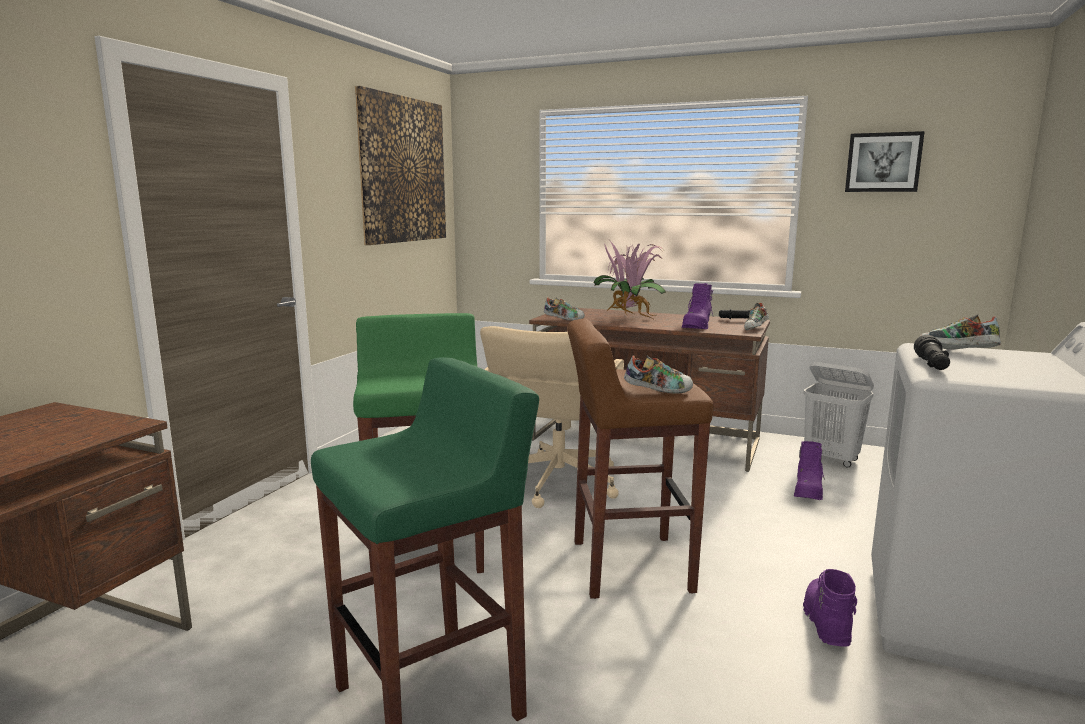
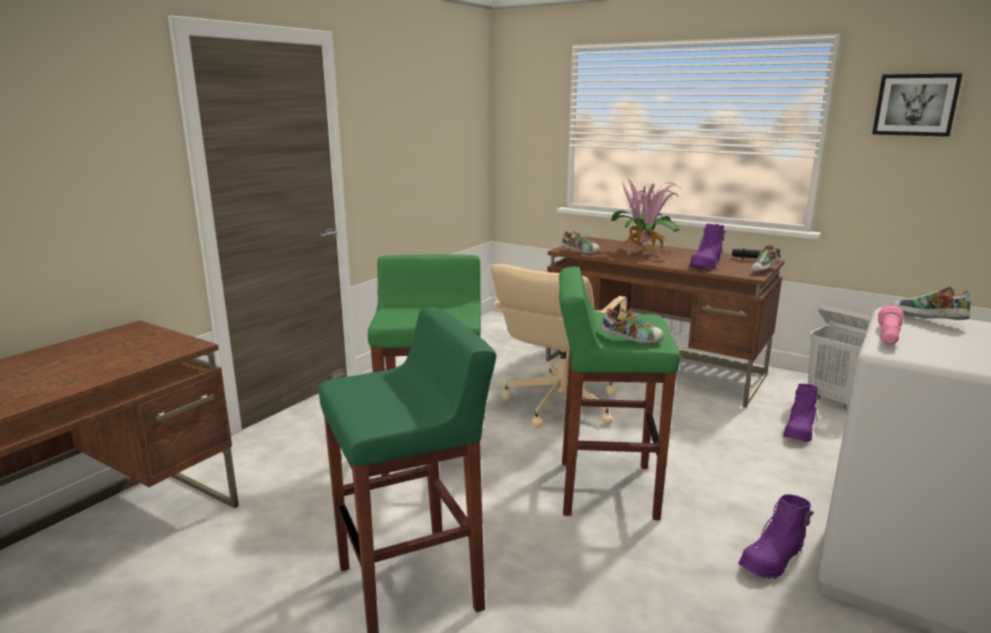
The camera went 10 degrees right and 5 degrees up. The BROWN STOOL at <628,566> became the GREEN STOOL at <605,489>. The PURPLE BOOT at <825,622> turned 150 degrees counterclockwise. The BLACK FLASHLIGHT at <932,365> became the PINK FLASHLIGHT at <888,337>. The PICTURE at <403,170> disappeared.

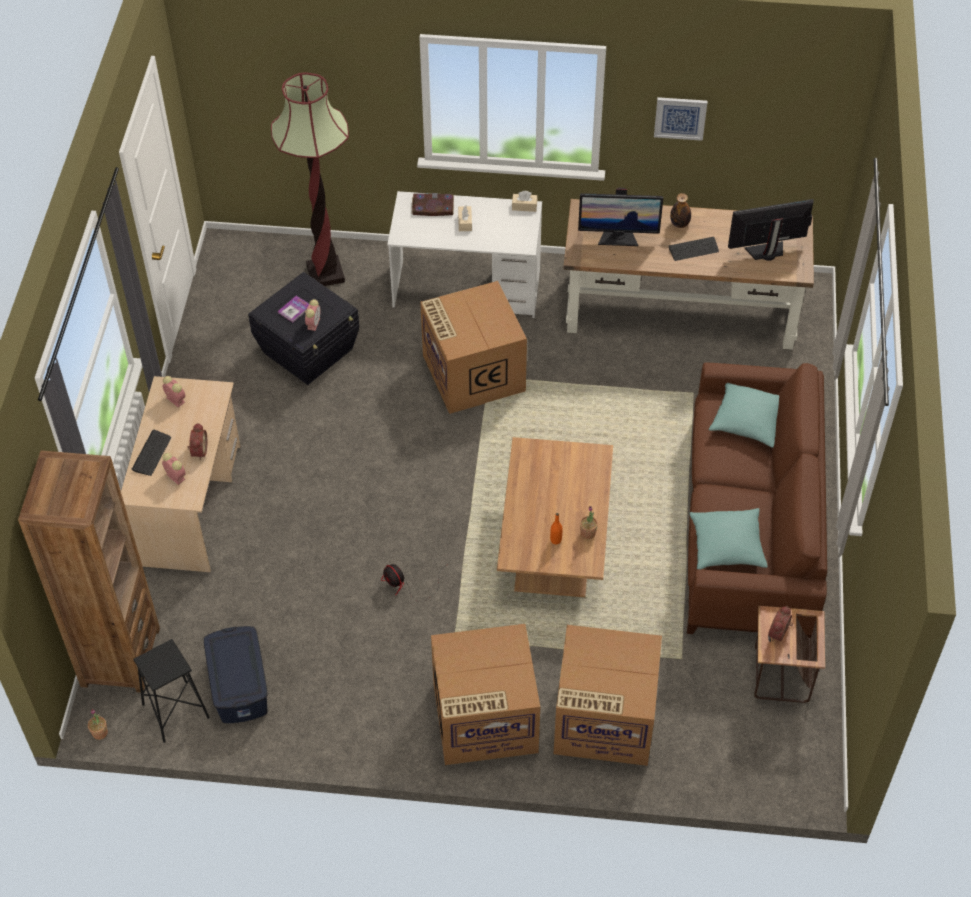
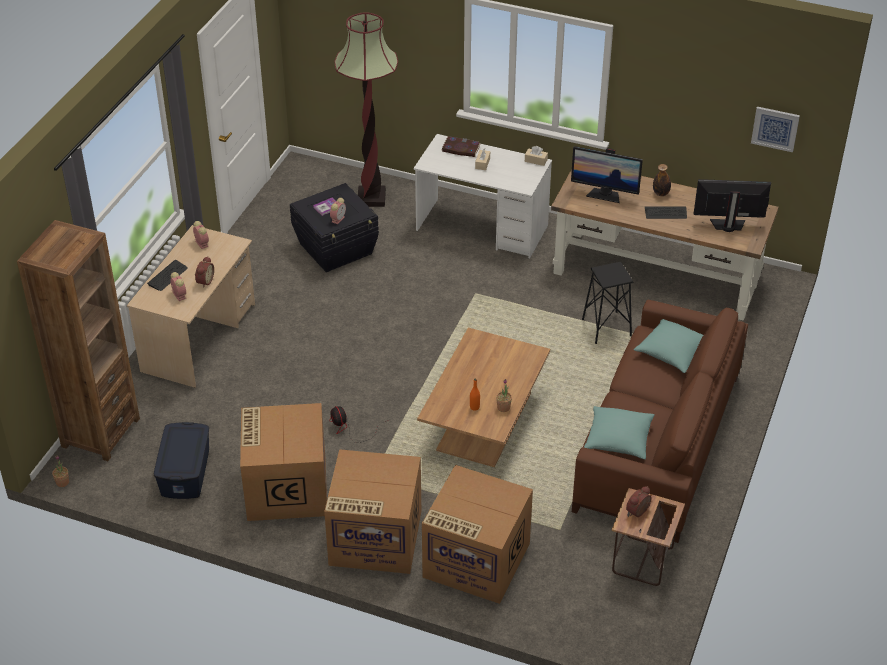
The camera went 15 degrees right and 10 degrees down. The CARDBOARD BOX moved from <472,373> to <285,487>. The BLACK STOOL moved from <175,711> to <606,328>. The PICTURE moved from <680,117> to <775,128>.

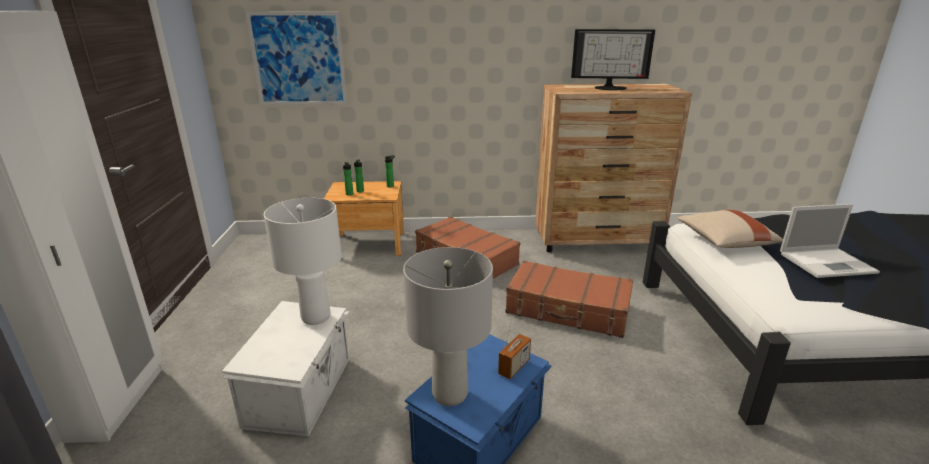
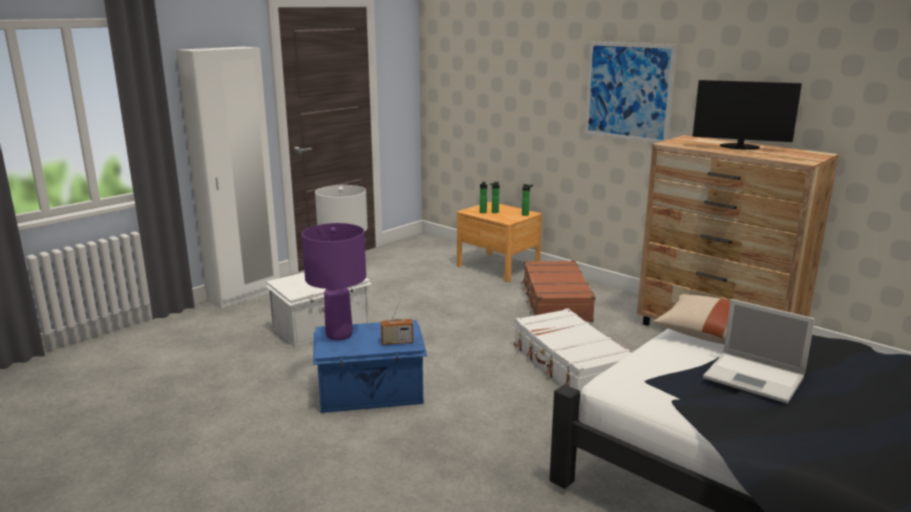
The camera went 45 degrees right and 5 degrees down. The GREY TABLE LAMP at <449,393> became the PURPLE TABLE LAMP at <339,334>. The BROWN SUITCASE at <568,310> became the WHITE SUITCASE at <570,365>. The PICTURE moved from <298,59> to <628,91>. The MONITOR at <610,88> turned 150 degrees clockwise.

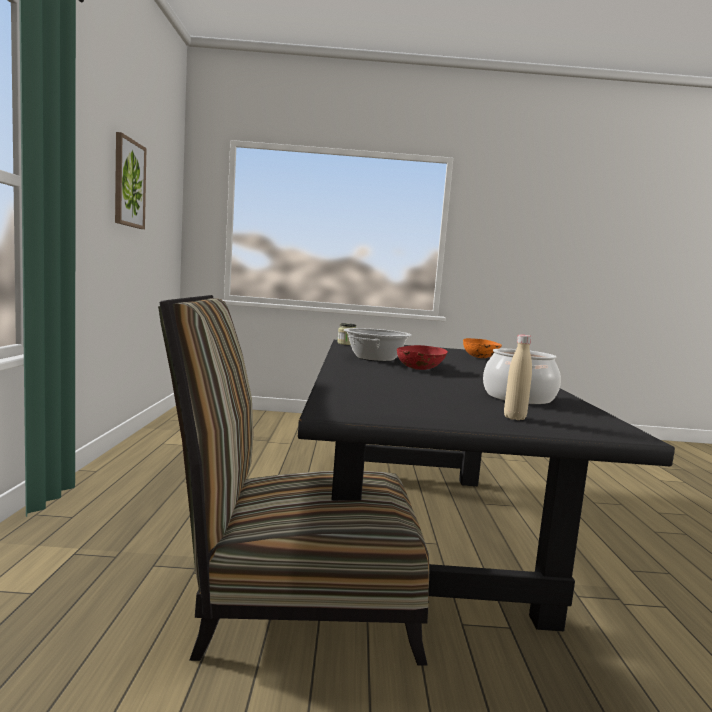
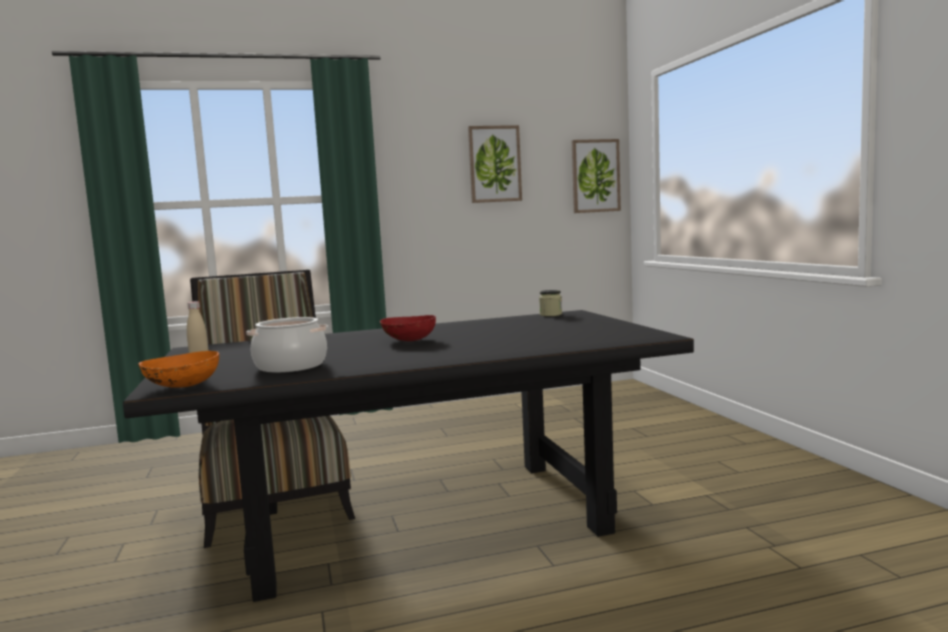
The camera went 75 degrees right and 0 degrees up. The ORANGE BOWL moved from <480,358> to <182,386>. The PICTURE at <595,176> appeared. The COOKING POT at <375,358> disappeared.

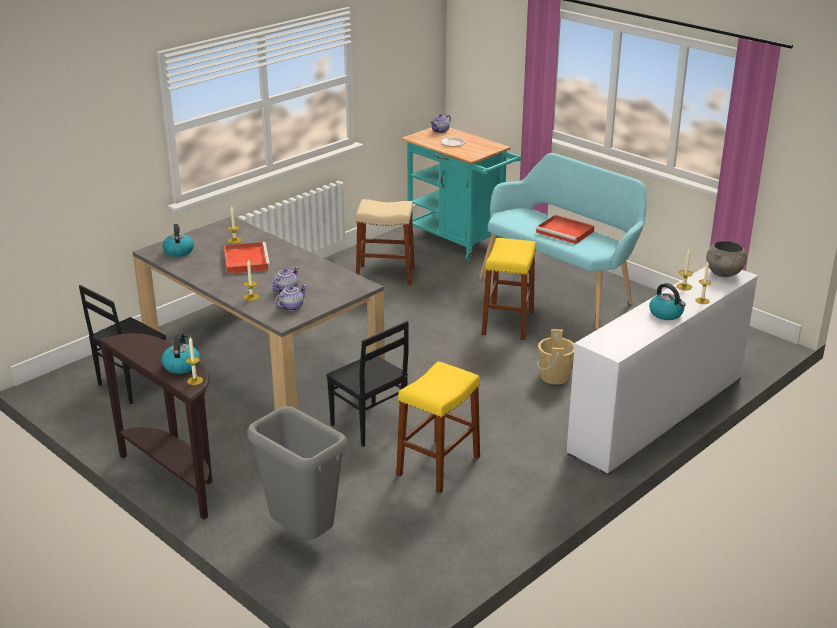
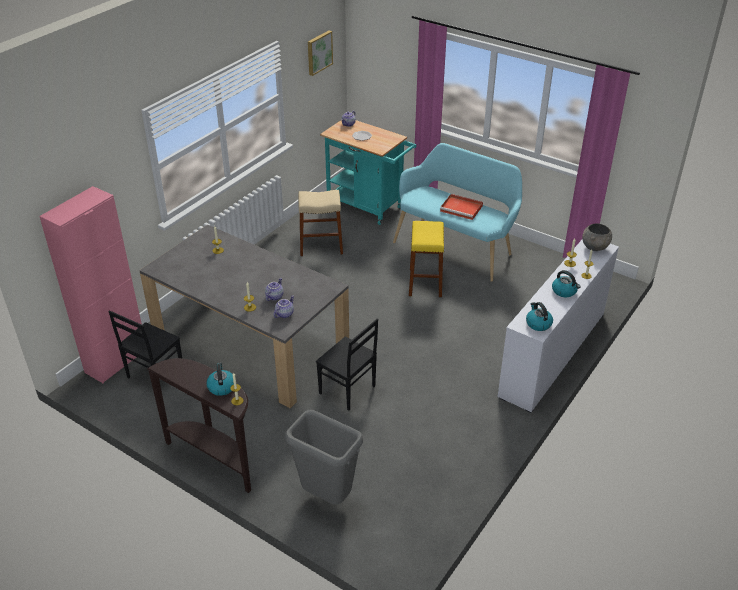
The camera went 10 degrees left and 10 degrees up. The PINK CABINET at <116,361> appeared. The PICTURE at <319,52> appeared. The KETTLE moved from <178,251> to <538,323>. The RED TRAY at <245,260> disappeared. The YELLOW STOOL at <438,466> disappeared. The BEIGE BUCKET at <554,376> disappeared.

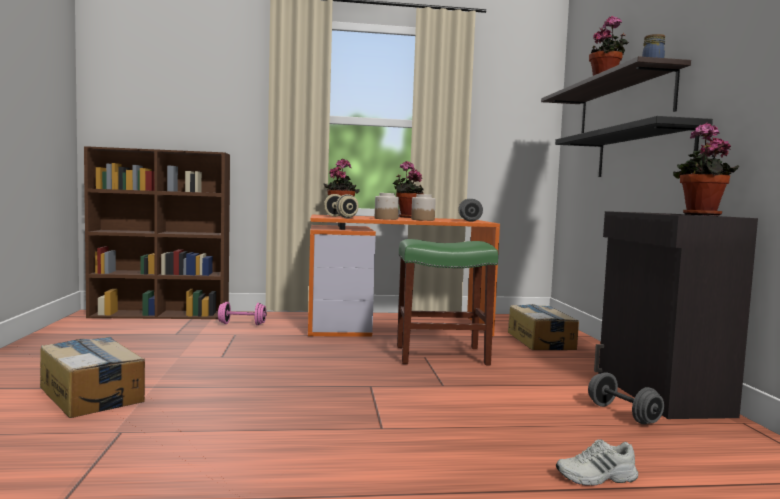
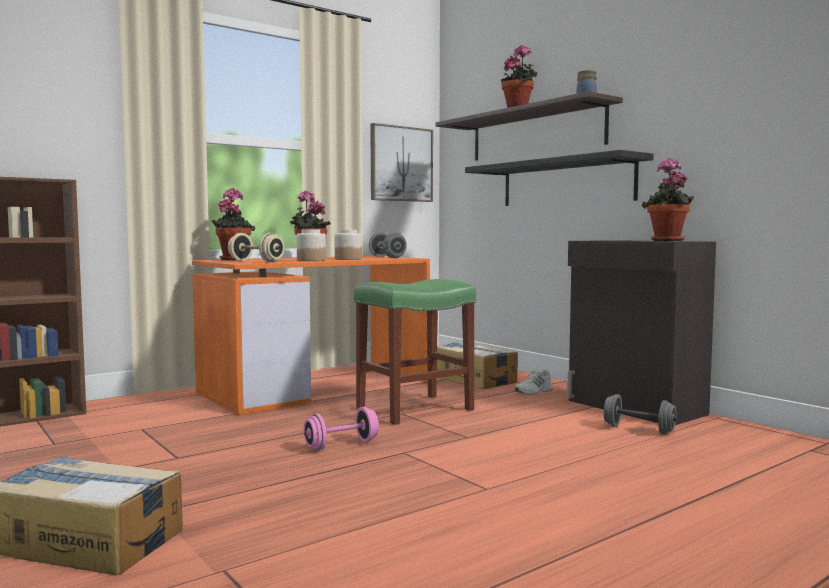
The camera went 30 degrees left and 0 degrees up. The PINK DUMBBELL moved from <242,324> to <341,445>. The PICTURE at <401,164> appeared. The WHITE SHOE moved from <597,478> to <534,392>.

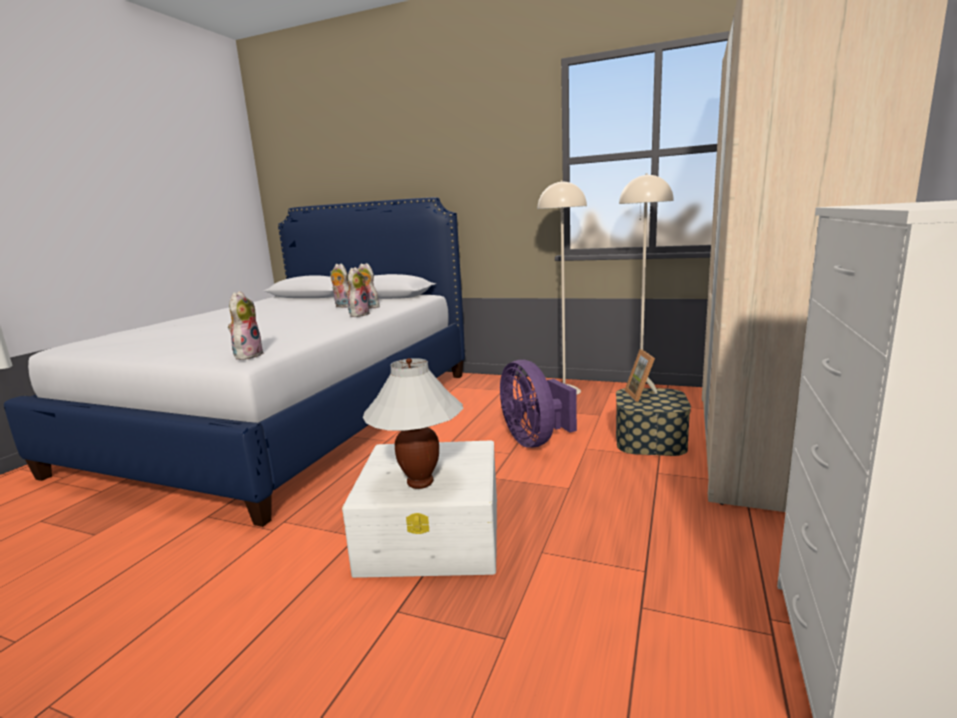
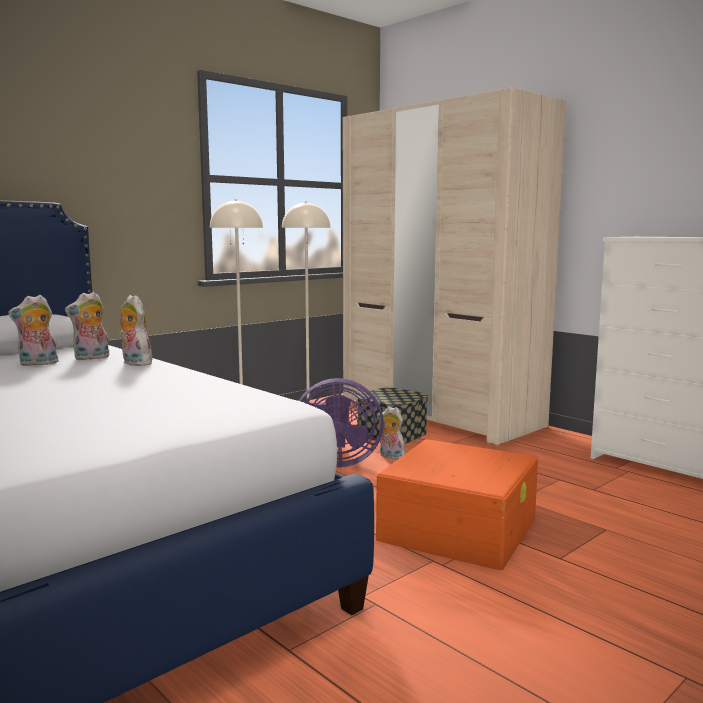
The camera went 65 degrees left and 5 degrees down. The WHITE STORAGE BOX at <433,533> became the ORANGE STORAGE BOX at <459,528>. The PLUSH TOY moved from <248,355> to <390,456>. The WHITE TABLE LAMP at <420,483> disappeared. The PICTURE FRAME at <642,395> disappeared.

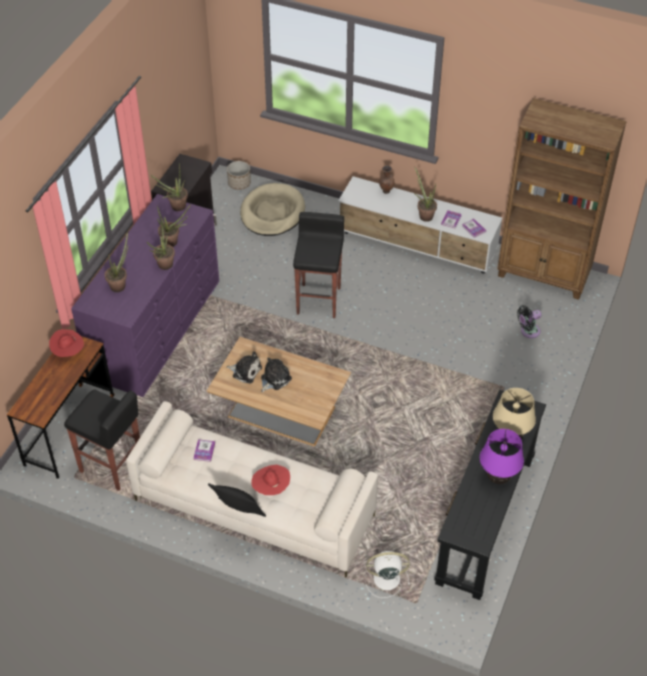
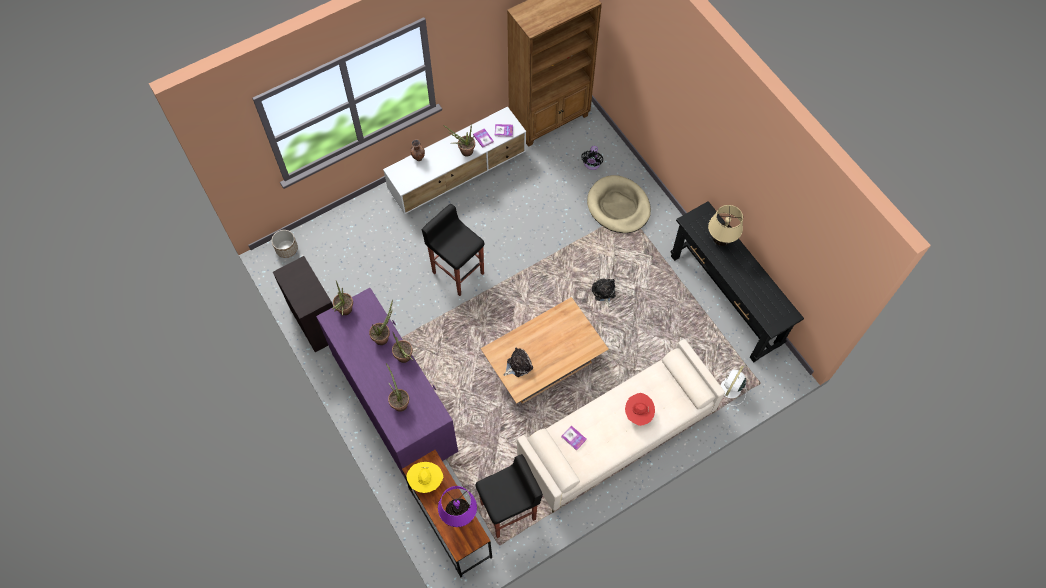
The camera went 55 degrees left and 15 degrees up. The RED HAT at <68,353> became the YELLOW HAT at <426,480>. The PURPLE TABLE LAMP moved from <497,478> to <458,514>. The BEIGE DOG BED moved from <272,213> to <618,206>. The PLUSH TOY moved from <274,379> to <603,293>. The BLACK PILLOW at <239,512> disappeared.

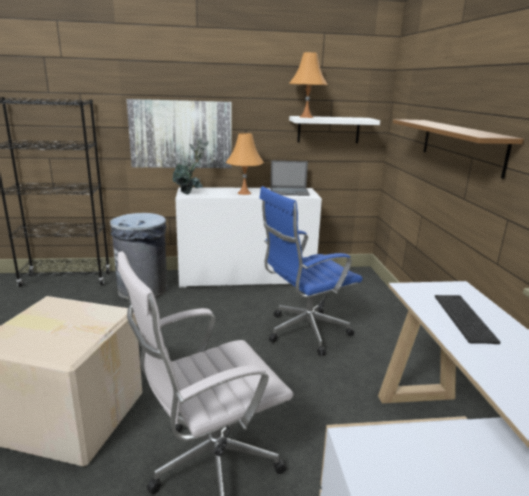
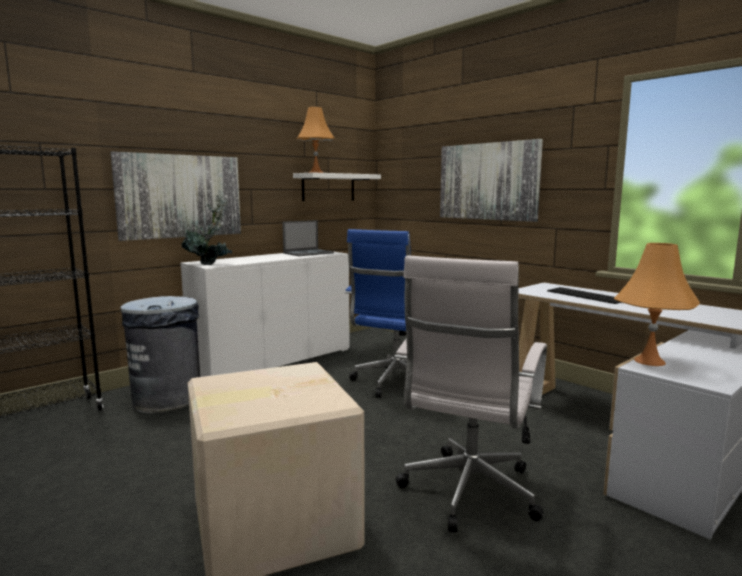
The camera went 35 degrees left and 10 degrees down. The SHELF at <461,145> was replaced by the PICTURE at <488,181>. The ORANGE TABLE LAMP moved from <244,193> to <650,361>.

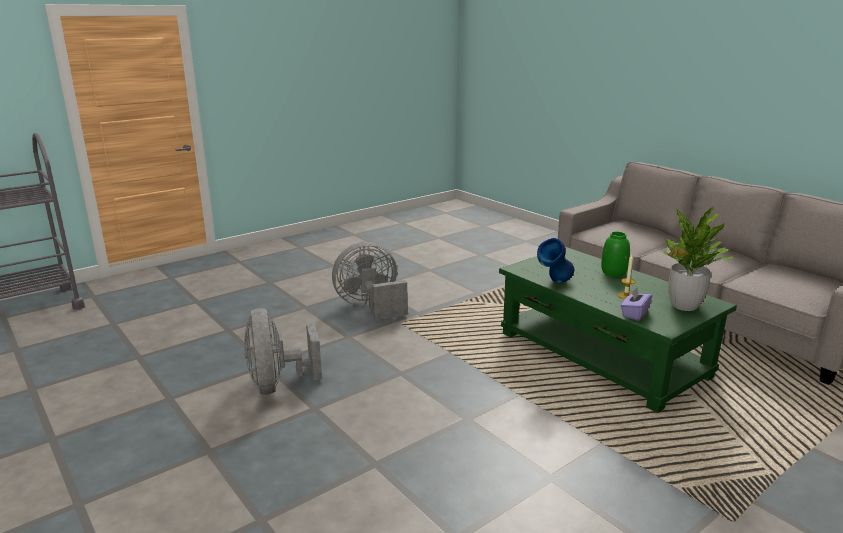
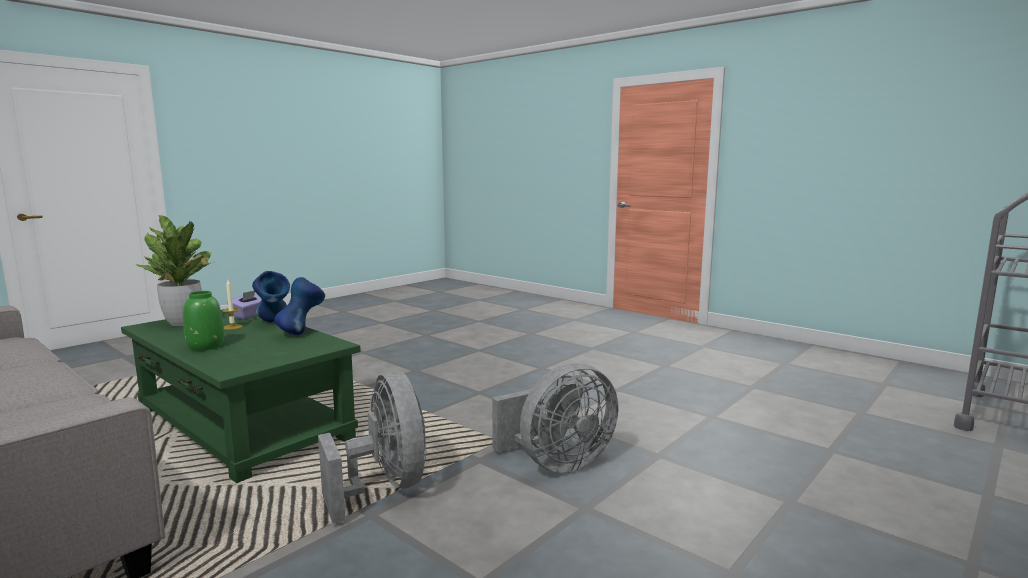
The camera went 170 degrees right and 10 degrees down. The BLUE VASE at <274,323> appeared. The GREY FAN moved from <278,384> to <385,487>.

